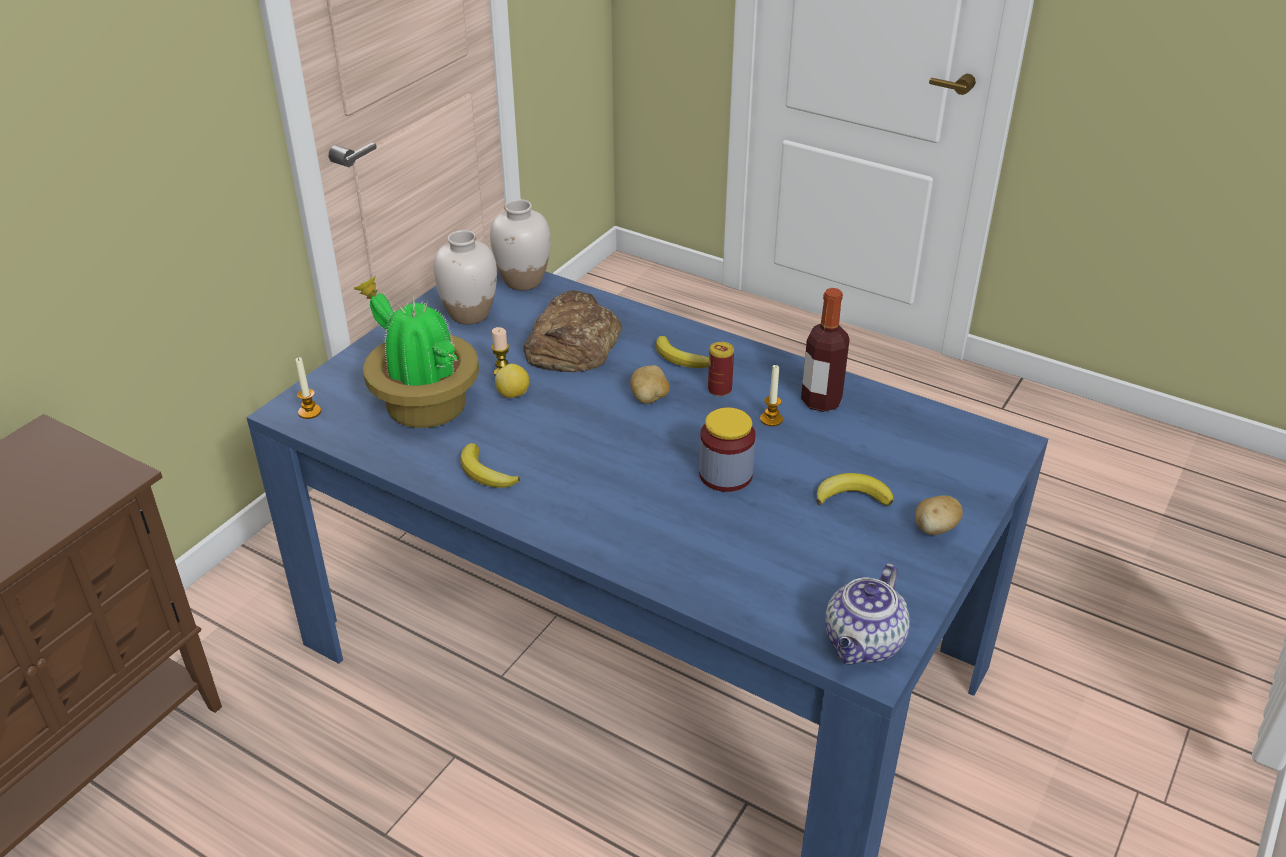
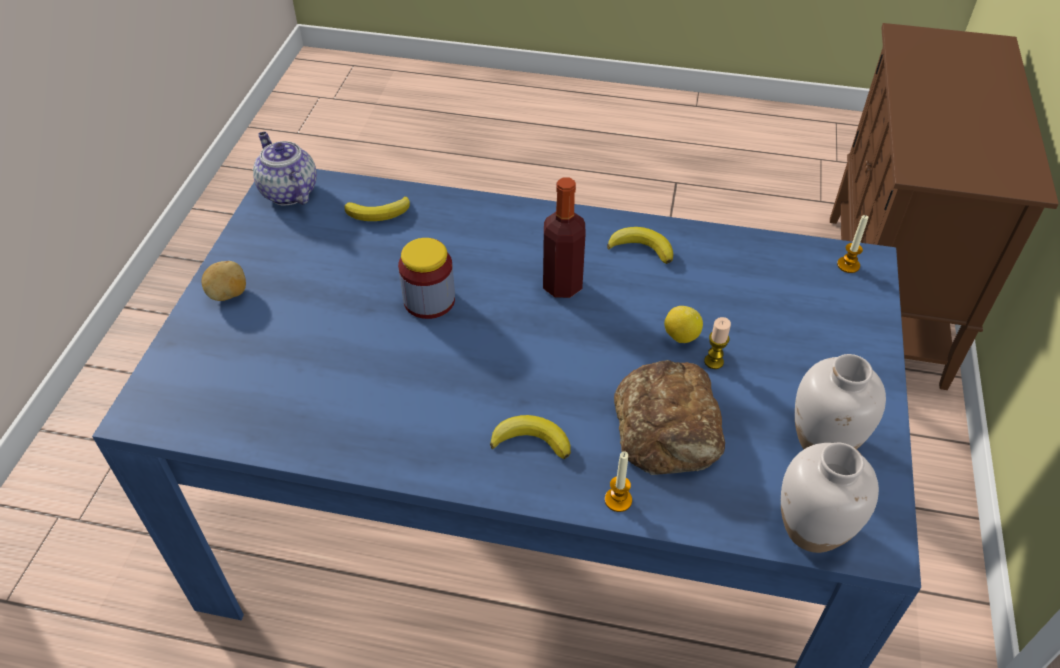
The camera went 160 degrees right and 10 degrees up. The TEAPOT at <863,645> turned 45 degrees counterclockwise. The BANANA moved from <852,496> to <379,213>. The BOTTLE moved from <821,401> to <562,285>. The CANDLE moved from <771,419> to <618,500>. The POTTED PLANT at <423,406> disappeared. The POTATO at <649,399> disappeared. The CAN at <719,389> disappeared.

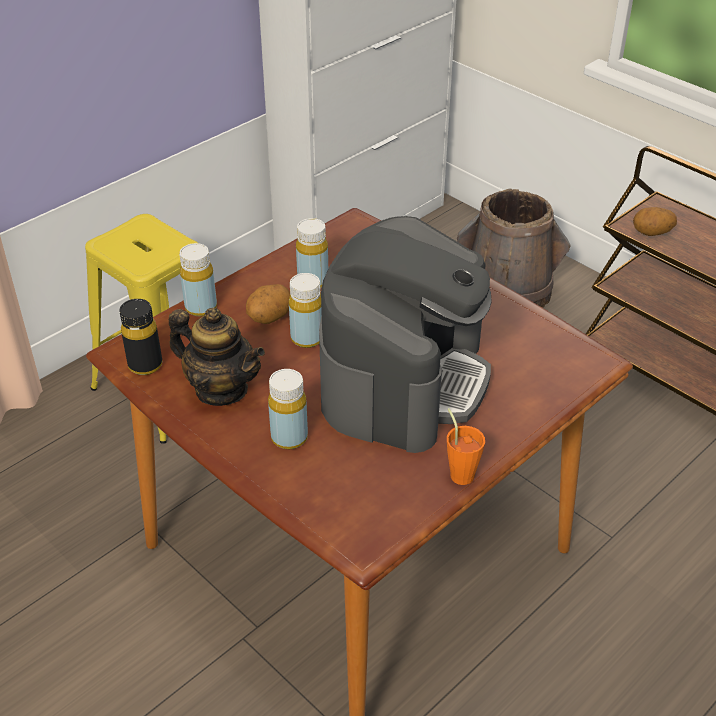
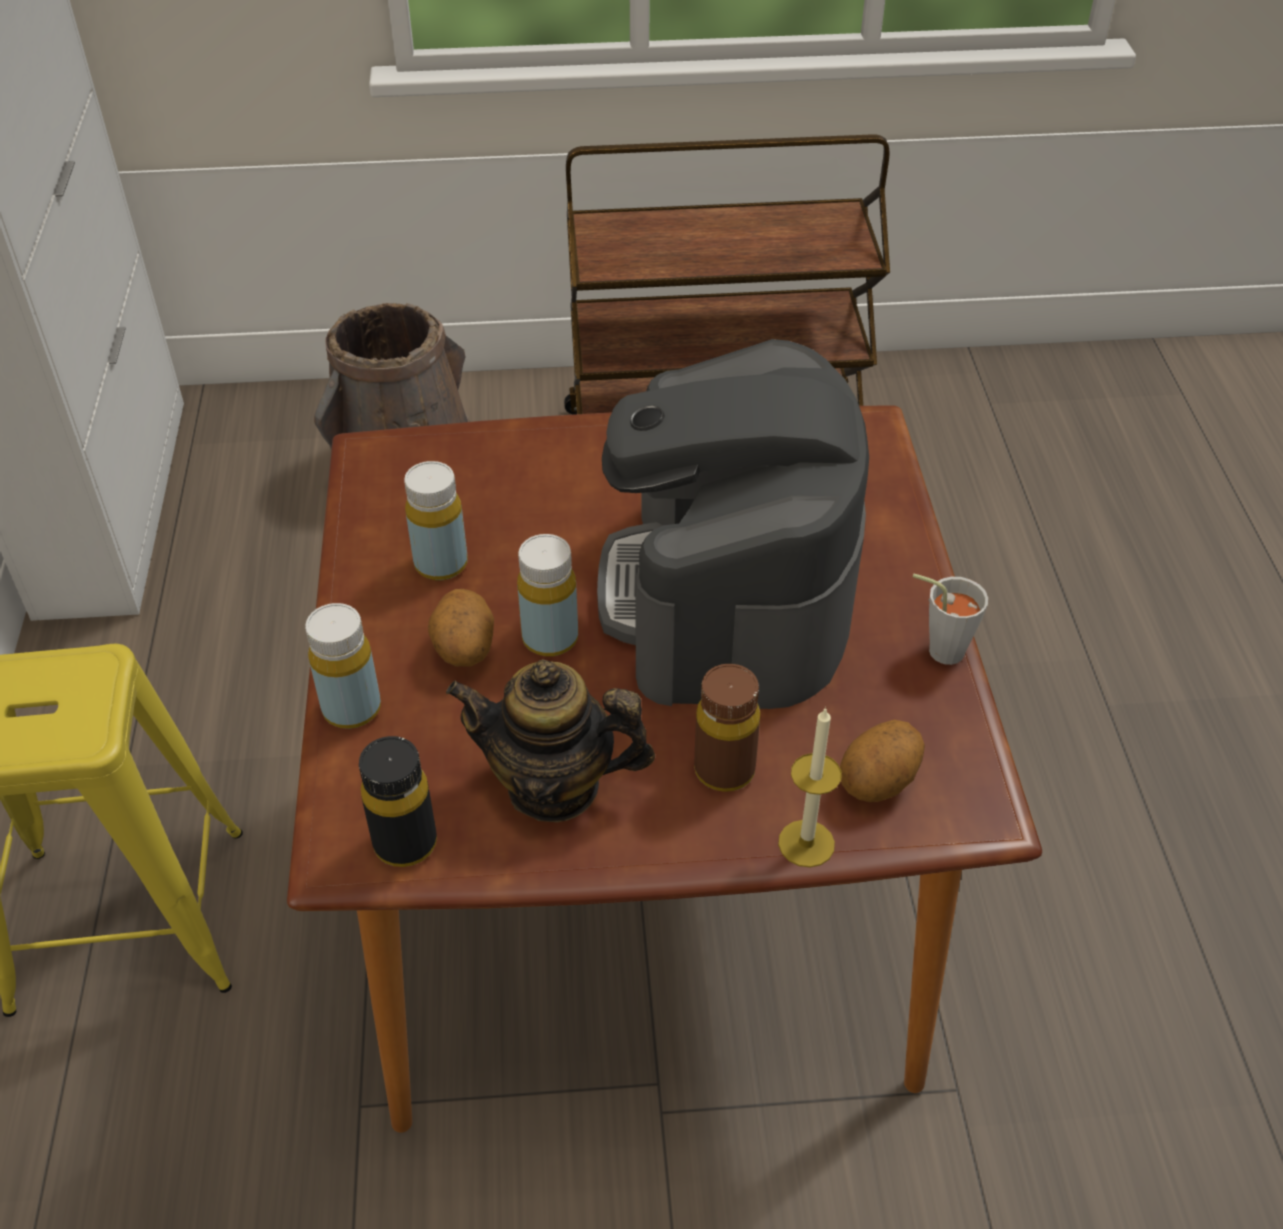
The camera went 50 degrees left and 5 degrees up. The TEAPOT at <221,389> turned 150 degrees counterclockwise. The COFFEE MACHINE at <404,378> turned 150 degrees counterclockwise. The YELLOW BOTTLE at <289,437> became the BROWN BOTTLE at <724,770>. The CANDLE at <806,843> appeared. The POTATO moved from <652,233> to <879,782>. The ORANGE CUP at <460,471> became the GREY CUP at <938,649>.

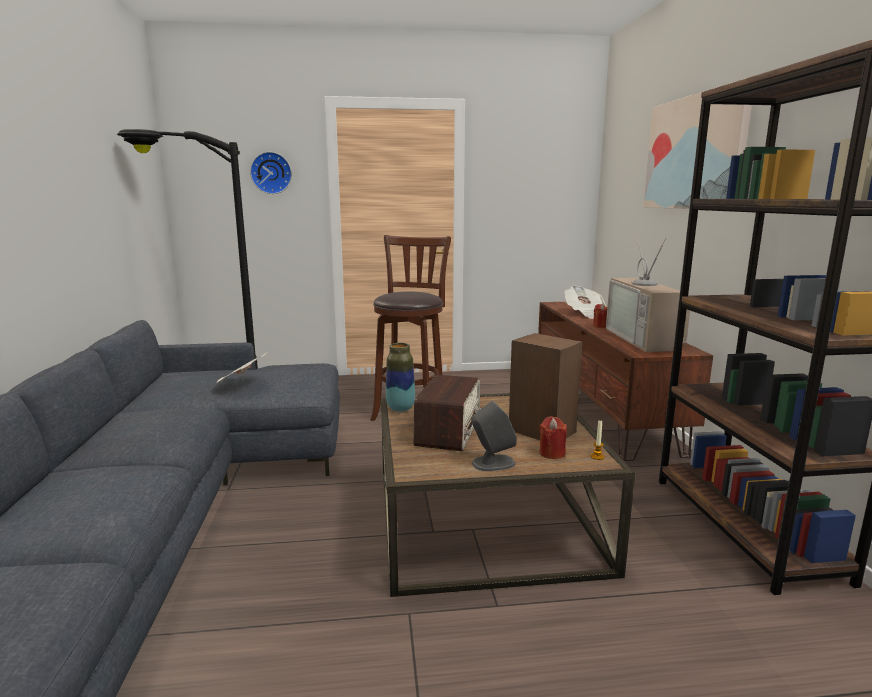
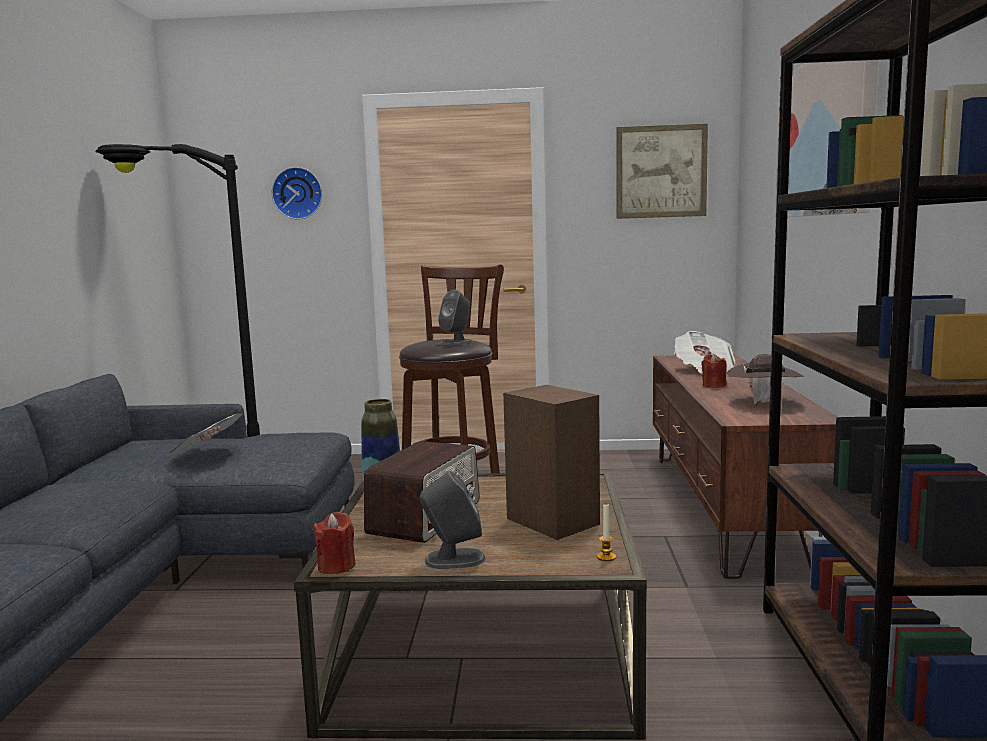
The camera went 10 degrees right and 5 degrees down. The RED CANDLE moved from <552,453> to <336,566>. The GREY SPEAKER at <456,342> appeared. The PICTURE at <661,172> appeared. The TELEVISION at <645,339> was replaced by the BROWN HAT at <764,403>.

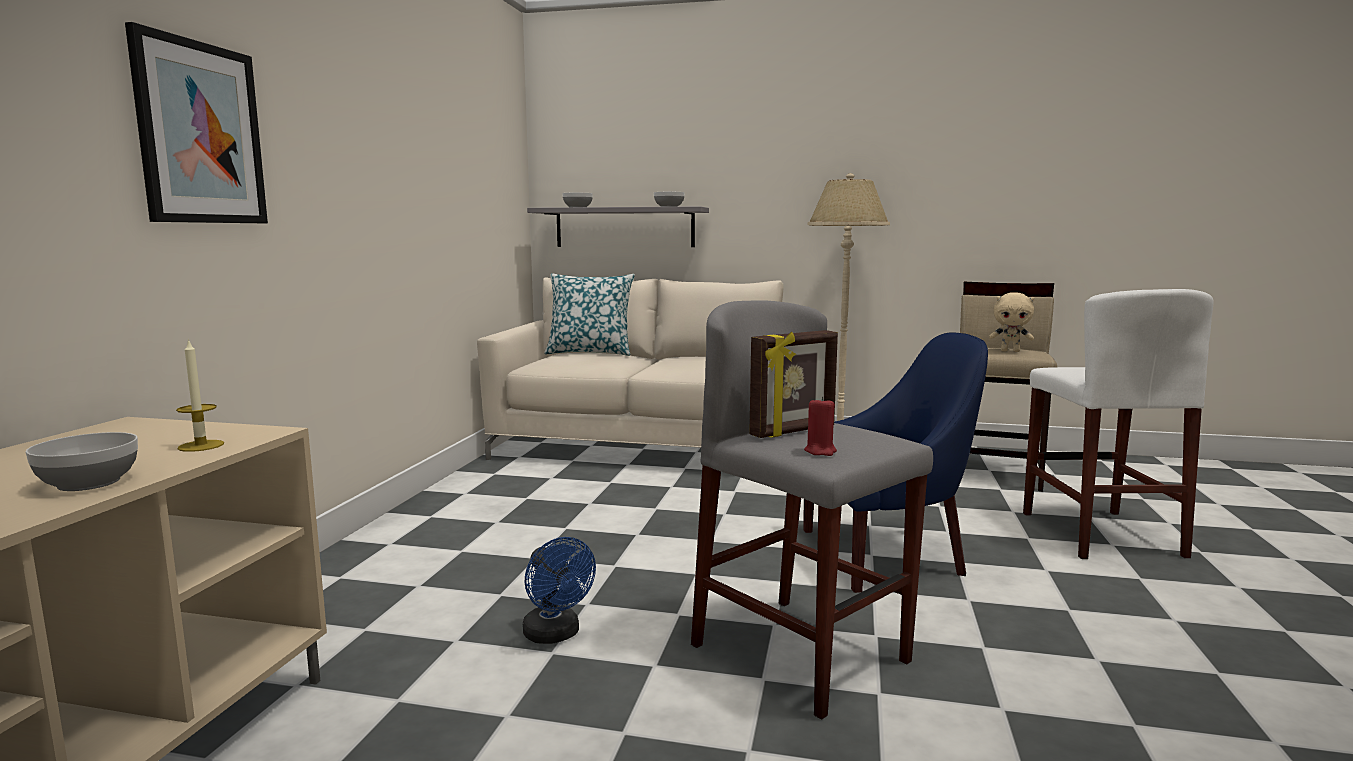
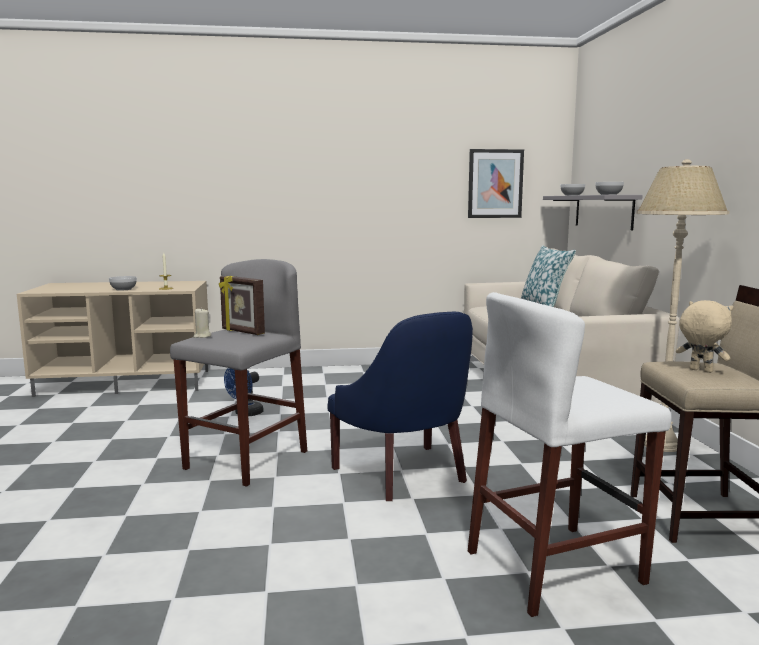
The camera went 70 degrees right and 0 degrees up. The RED CANDLE at <820,451> became the BEIGE CANDLE at <202,336>. The PICTURE moved from <200,133> to <495,184>. The BEIGE PLUSH TOY at <1010,351> turned 135 degrees clockwise.

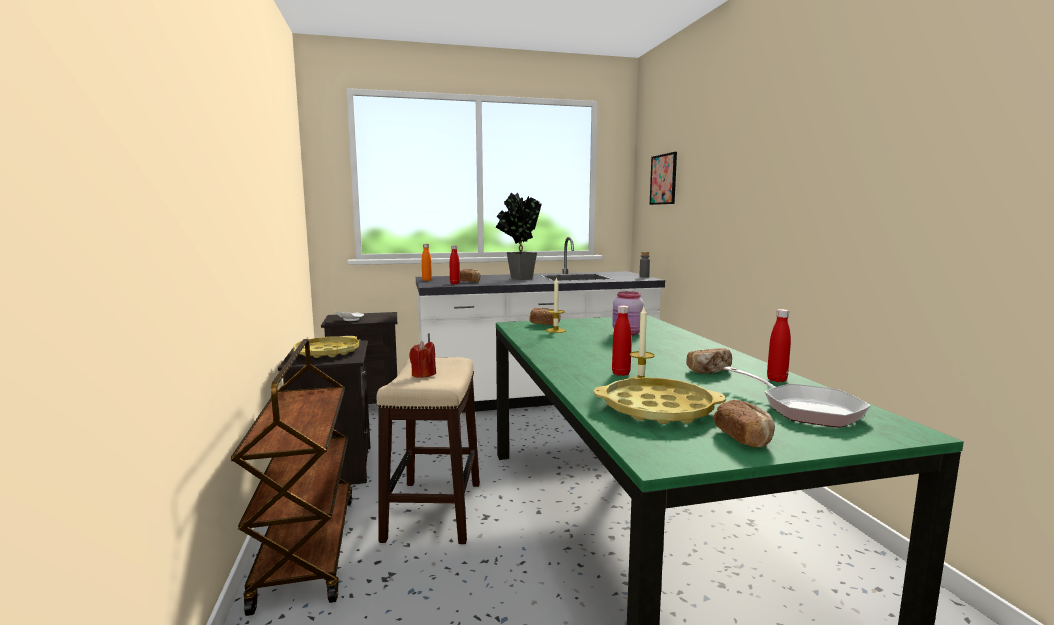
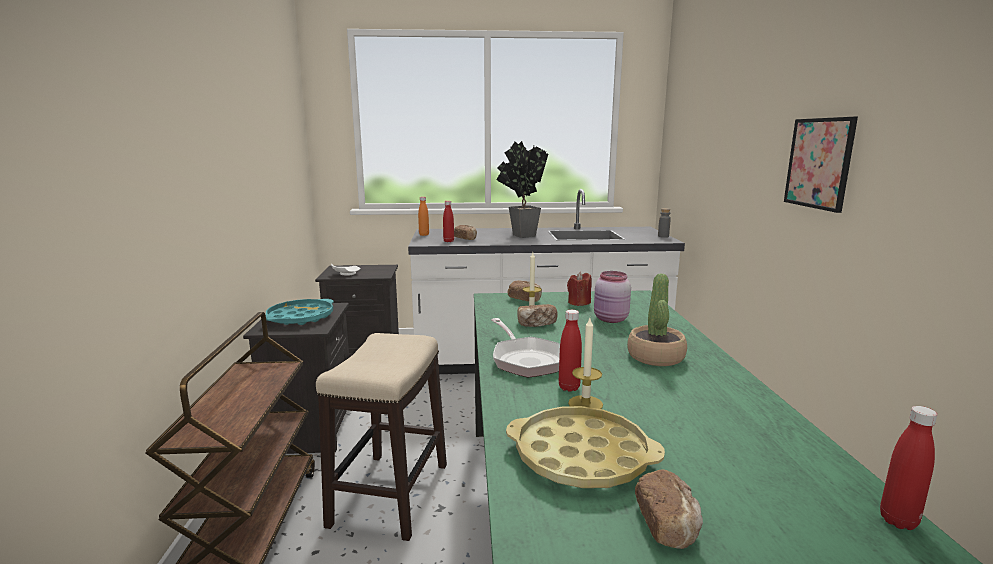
The camera went 10 degrees right and 5 degrees up. The YELLOW TRAY at <327,352> became the TURQUOISE TRAY at <300,317>. The FRYING PAN moved from <805,409> to <526,360>. The BREAD moved from <709,371> to <537,324>. The RED CANDLE moved from <423,374> to <579,303>. The POTTED PLANT at <656,357> appeared. The PICTURE moved from <663,179> to <819,163>. The RED BOTTLE moved from <776,380> to <898,521>.

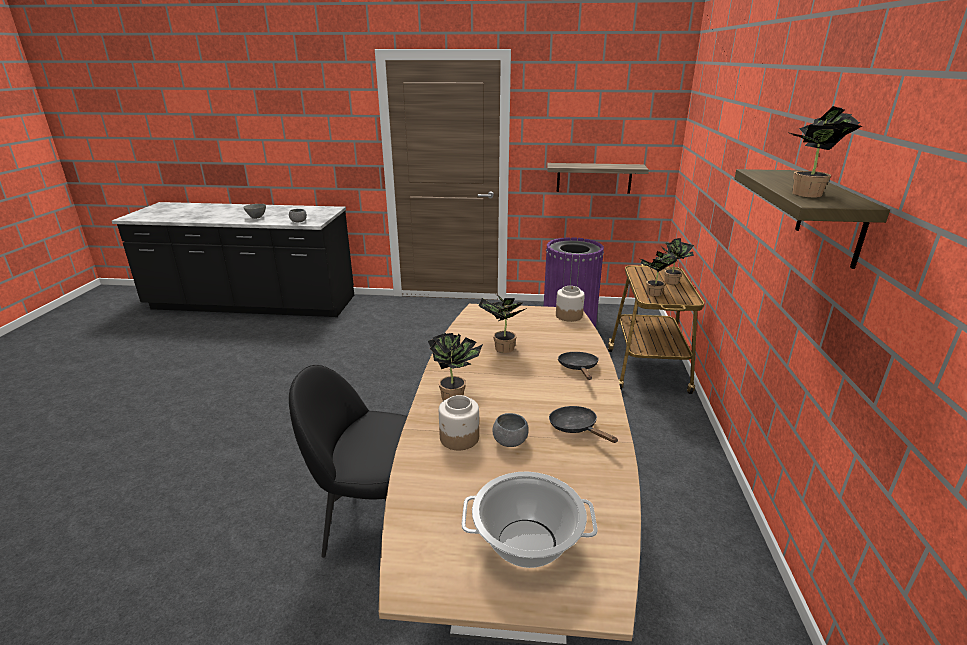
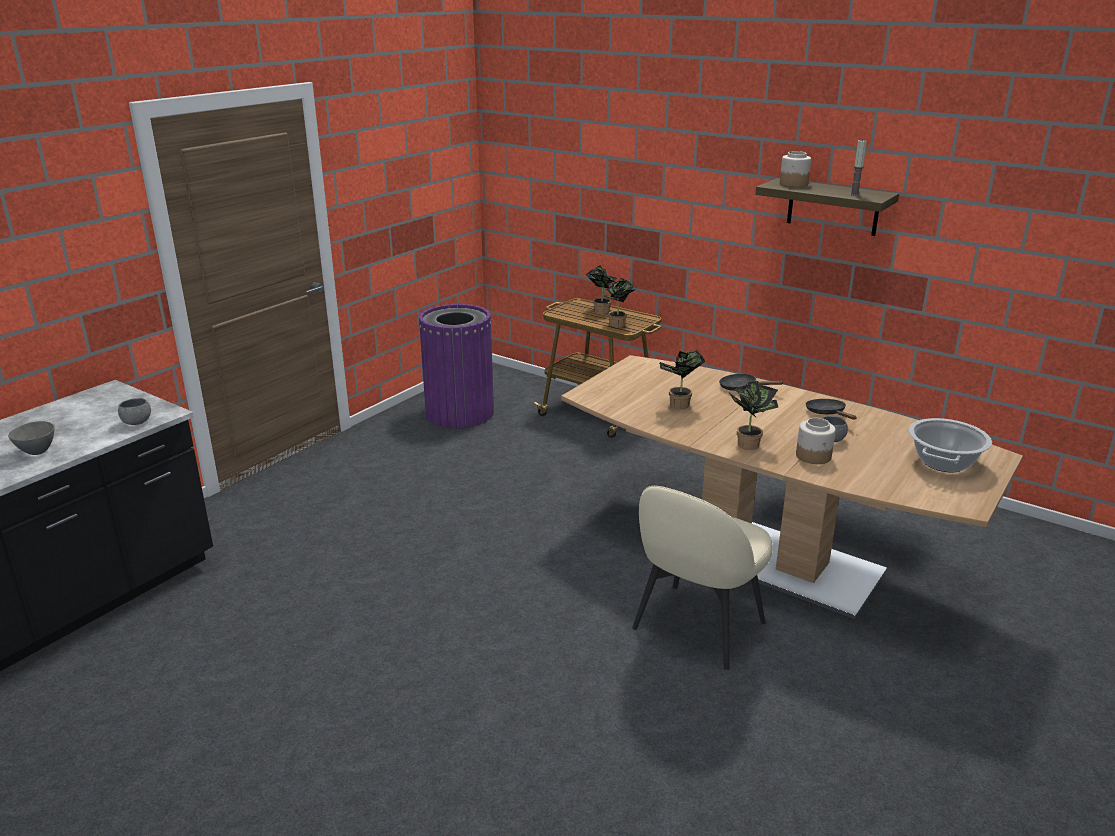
The camera went 60 degrees left and 0 degrees up. The BLACK CHAIR at <372,520> became the BEIGE CHAIR at <696,627>. The JAR moved from <569,315> to <793,184>. The BLACK FRYING PAN at <576,428> turned 75 degrees clockwise. The POTTED PLANT at <808,195> was replaced by the CANDLE at <854,194>. The SHELF at <594,178> disappeared.

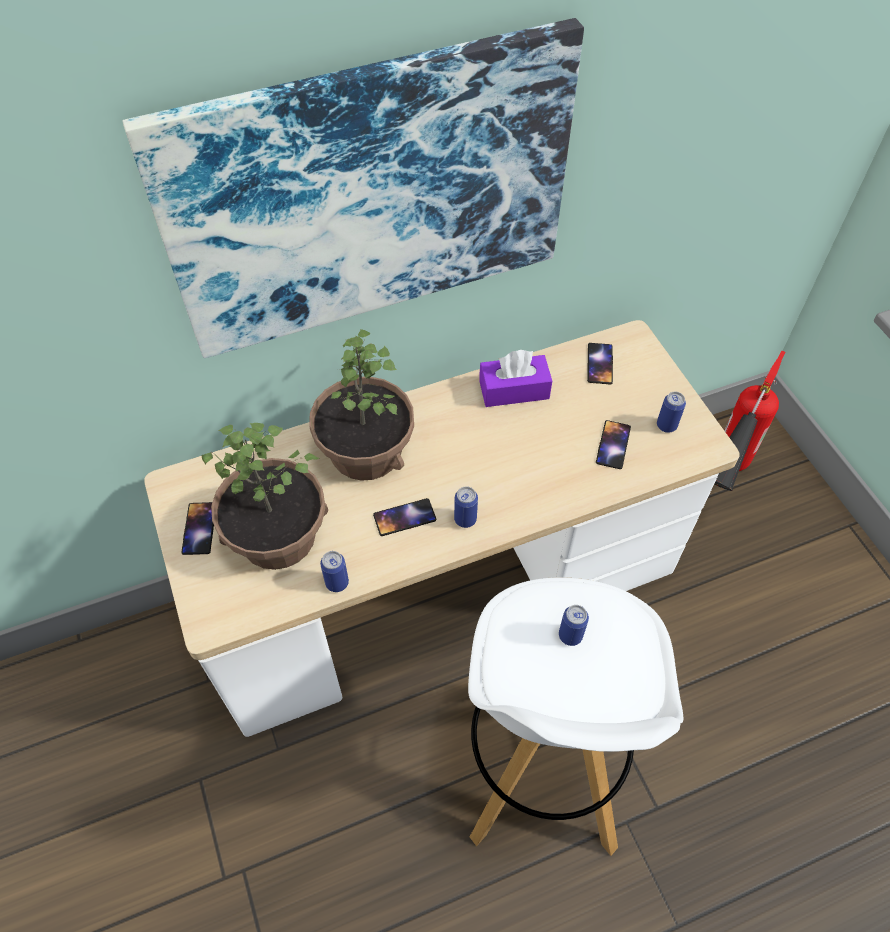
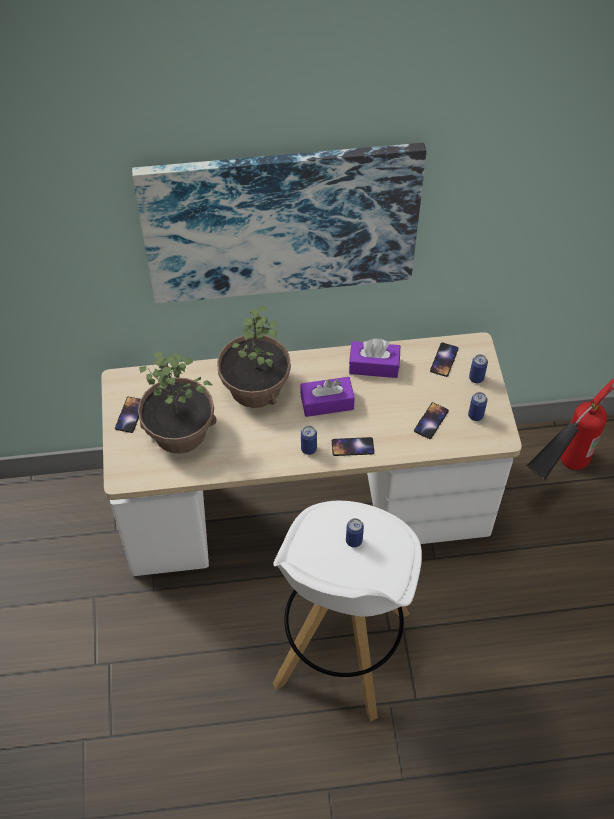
The camera went 15 degrees right and 0 degrees up. The PURPLE TISSUE BOX at <327,402> appeared. The PHONE moved from <404,517> to <352,447>. The CAN moved from <337,583> to <476,378>.

